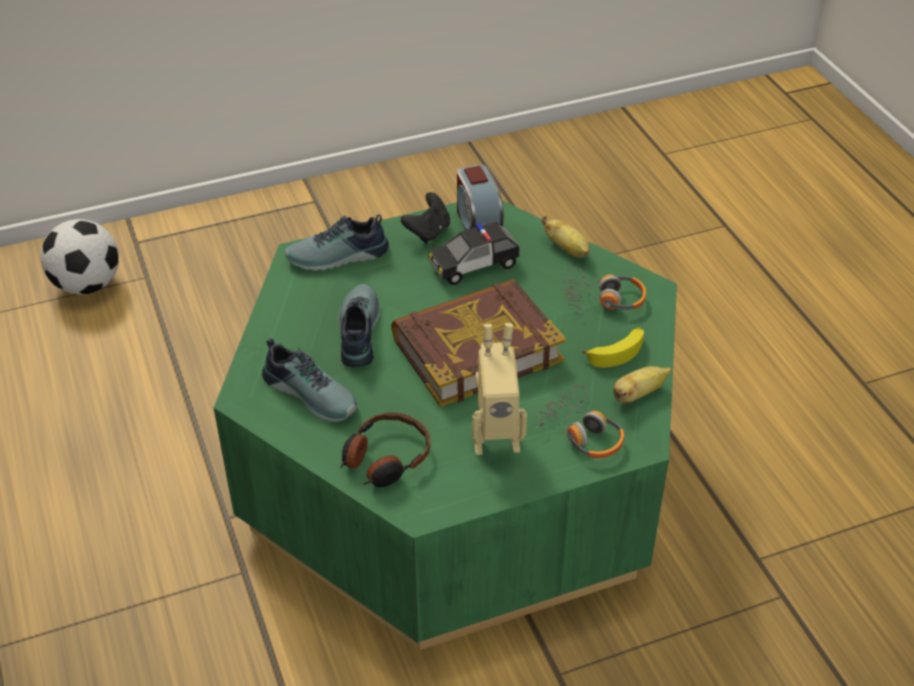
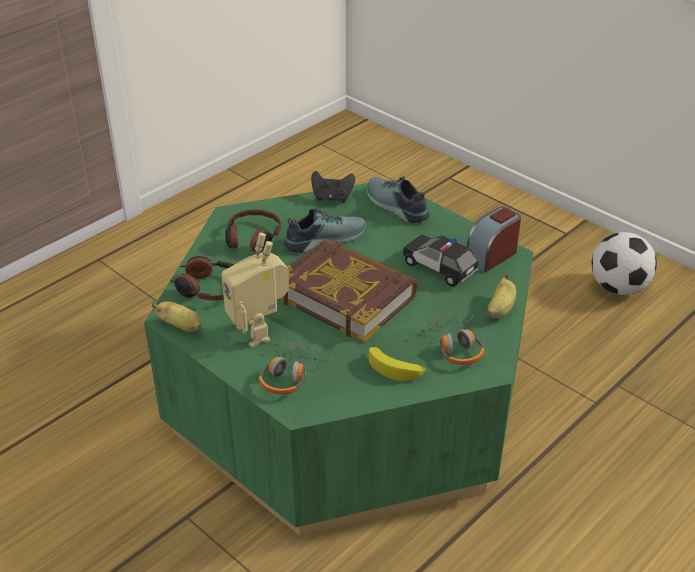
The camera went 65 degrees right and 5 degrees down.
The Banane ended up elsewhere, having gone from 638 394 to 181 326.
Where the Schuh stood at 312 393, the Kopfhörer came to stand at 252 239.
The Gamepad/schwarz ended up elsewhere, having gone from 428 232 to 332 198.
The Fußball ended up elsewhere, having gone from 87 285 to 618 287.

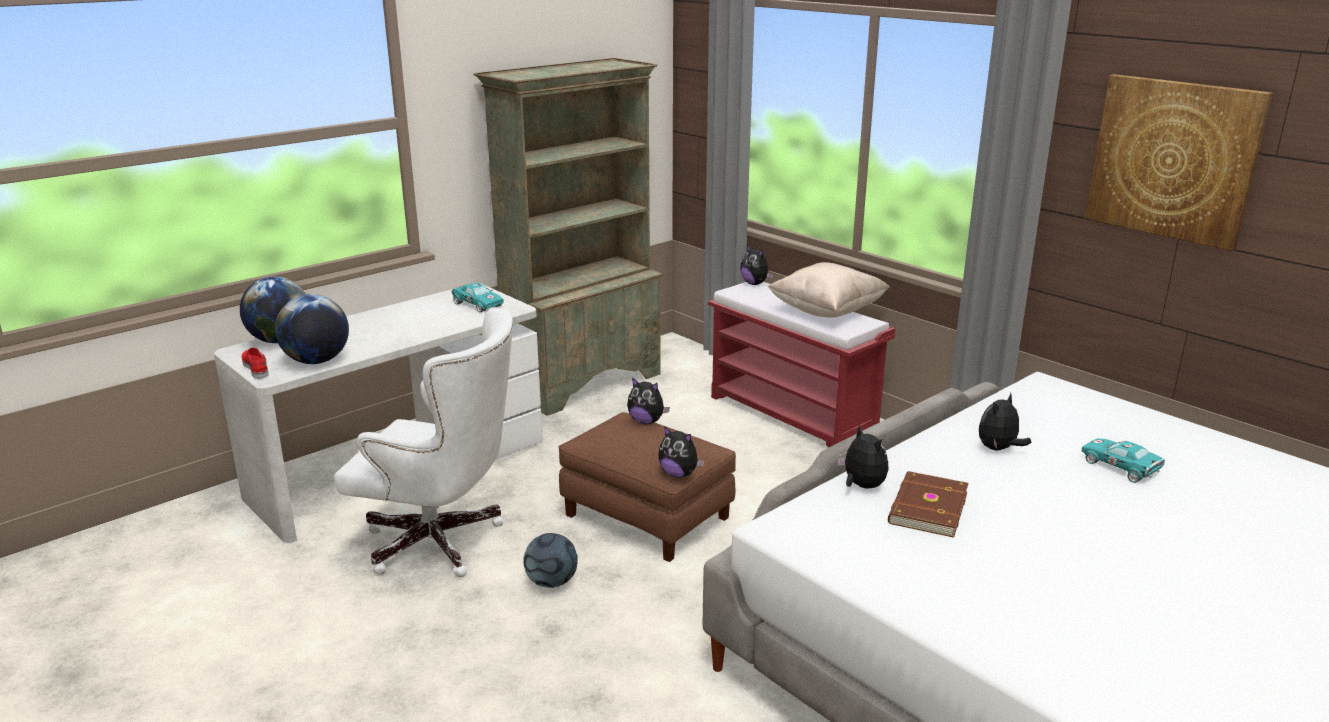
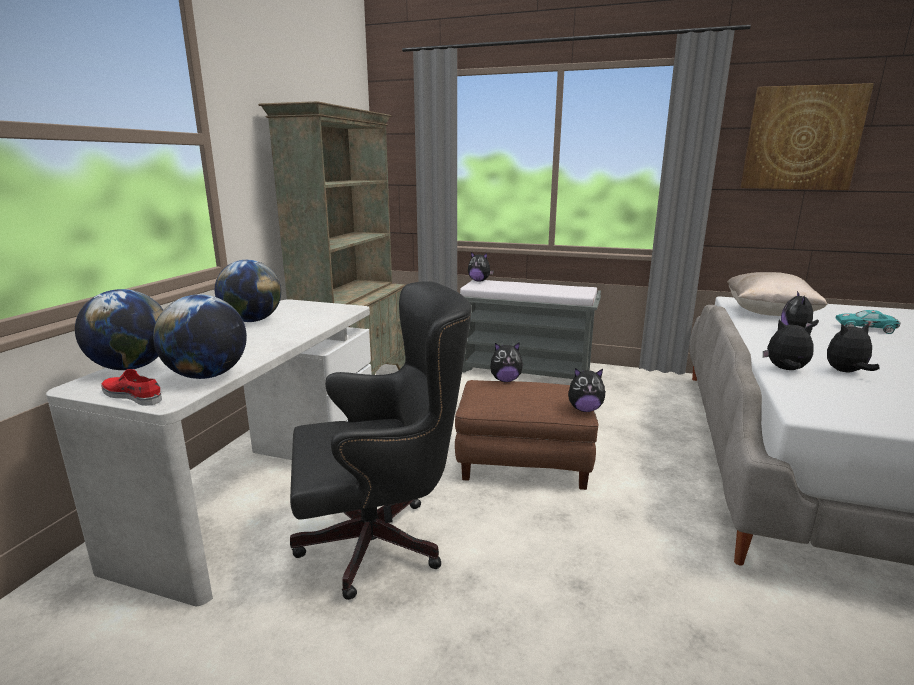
The camera went 30 degrees left and 5 degrees down.
The second view gained the Globus at 252 321.
What was the Bürostuhl/weiß at 442 543 turned into the Bürostuhl/schwarz at 381 542.
What was the Bank/rot at 793 415 turned into the Bank/grau at 526 370.
The Kissen/beige ended up elsewhere, having gone from 827 312 to 769 313.
Where the Buch/braun stood at 926 508, the Plüschtier came to stand at 846 372.
The second view lost the Spielzeugauto/türkis at 477 304.
The second view lost the Fußball at 551 582.

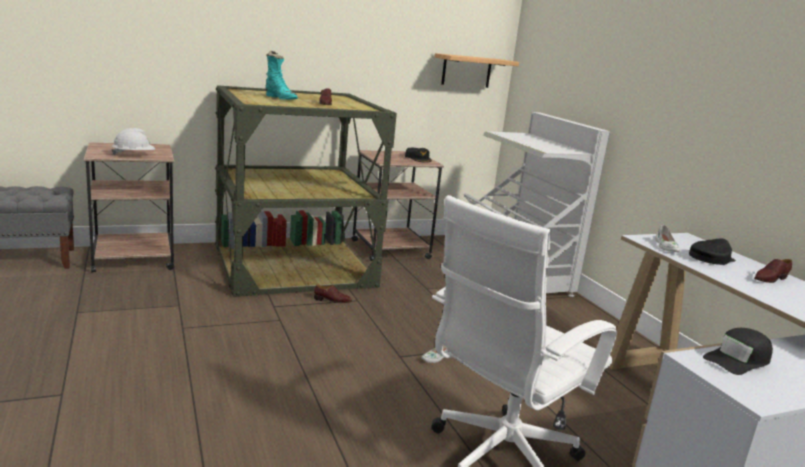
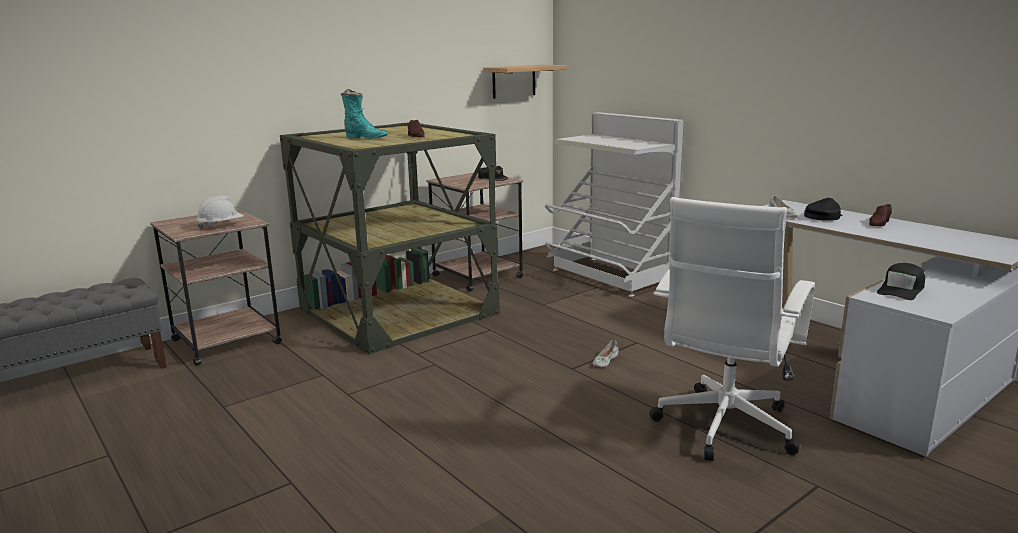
The camera went 15 degrees left and 0 degrees up.
The second view lost the Schuh/braun at 332 300.

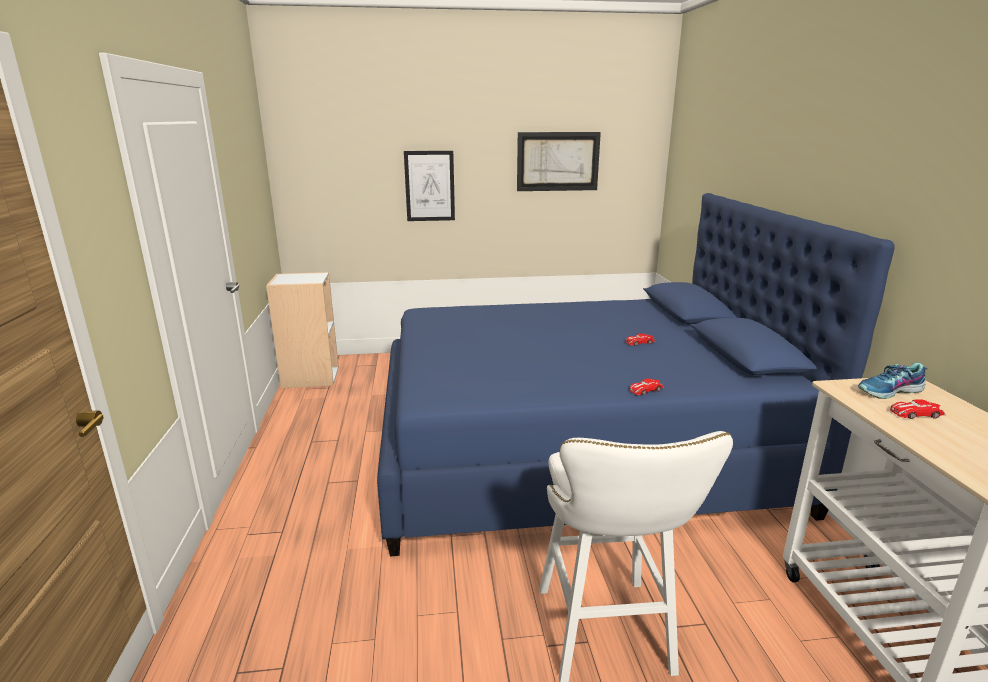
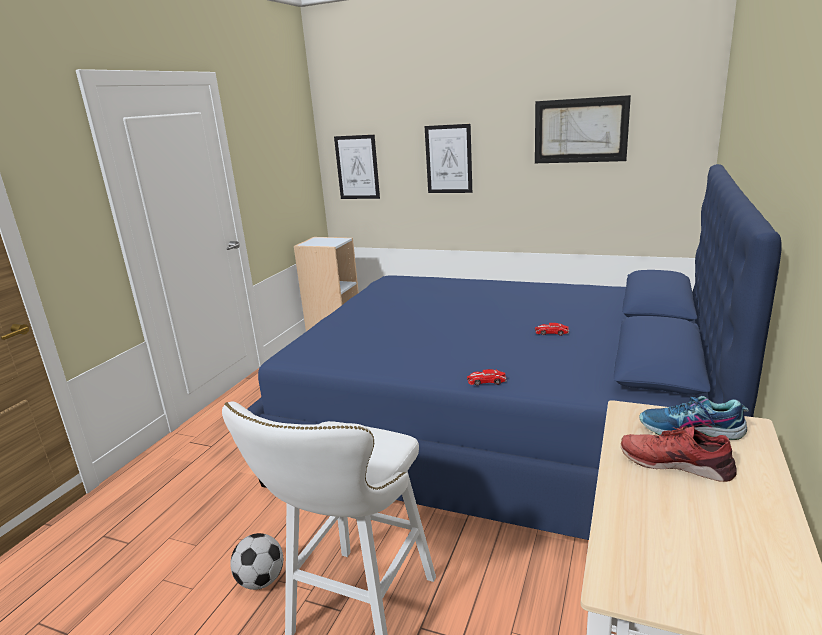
The camera went 30 degrees right and 0 degrees up.
The second view gained the Fußball at 261 581.
The second view gained the Bild at 357 167.
Where the Spielzeugauto stood at 915 413, the Schuh/rot came to stand at 675 463.

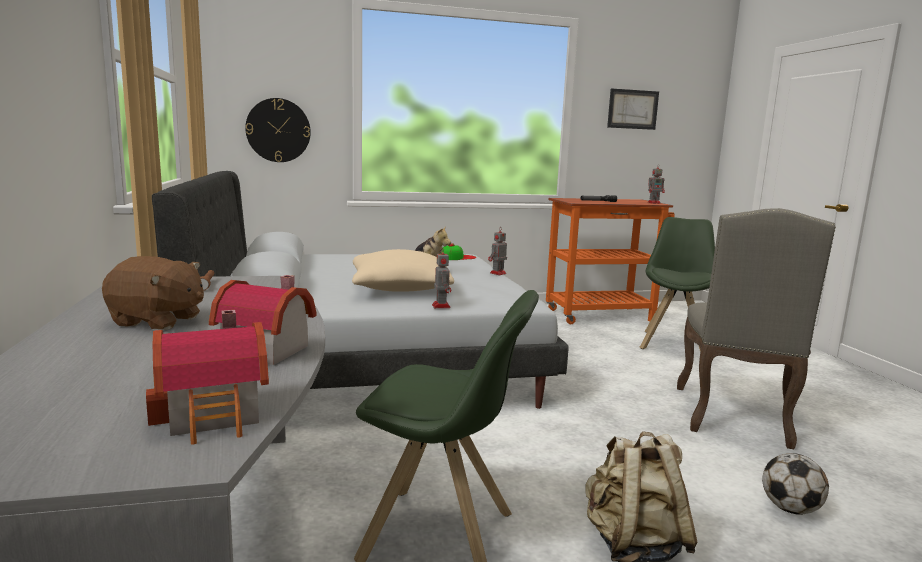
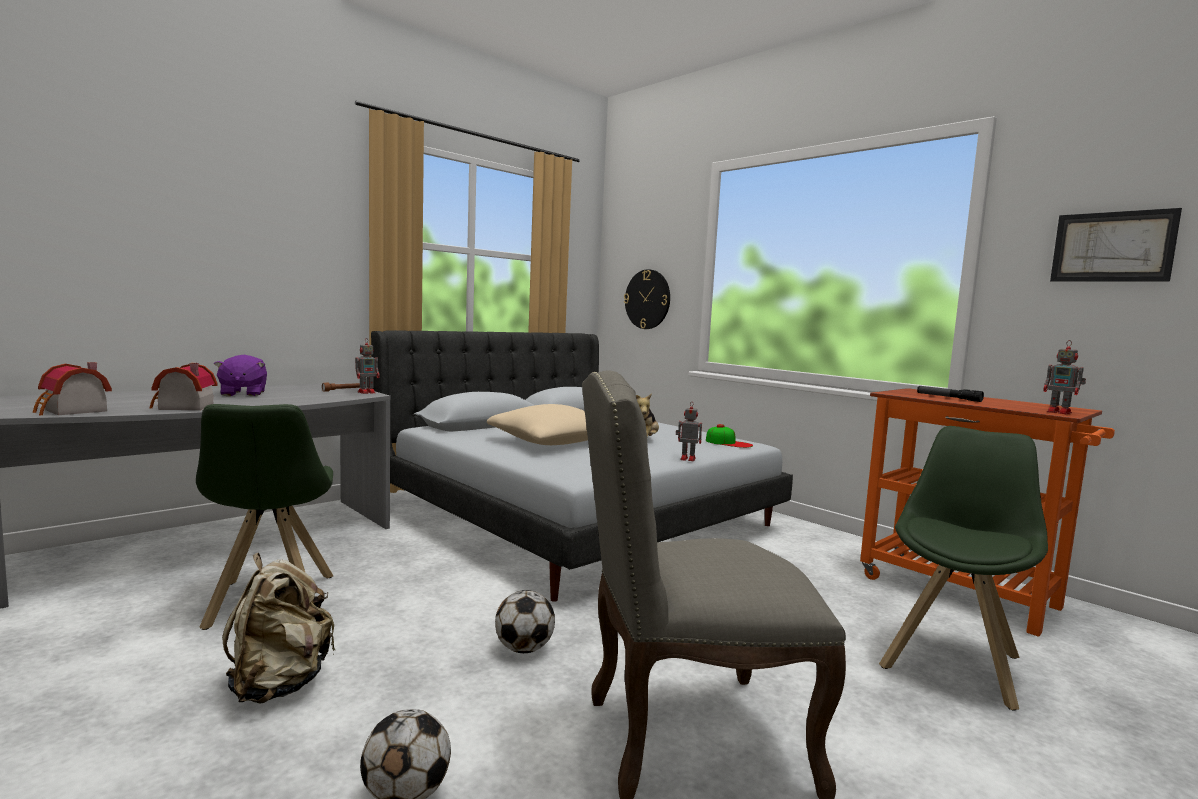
The camera went 60 degrees right and 5 degrees down.
What was the Plüschtier/braun at 157 321 turned into the Plüschtier/lila at 242 394.
The Spielzeugroboter ended up elsewhere, having gone from 441 306 to 367 392.
The second view gained the Fußball at 524 649.
The Stuhl/grün at 673 343 ended up facing another way, 45 degrees counterclockwise from before.

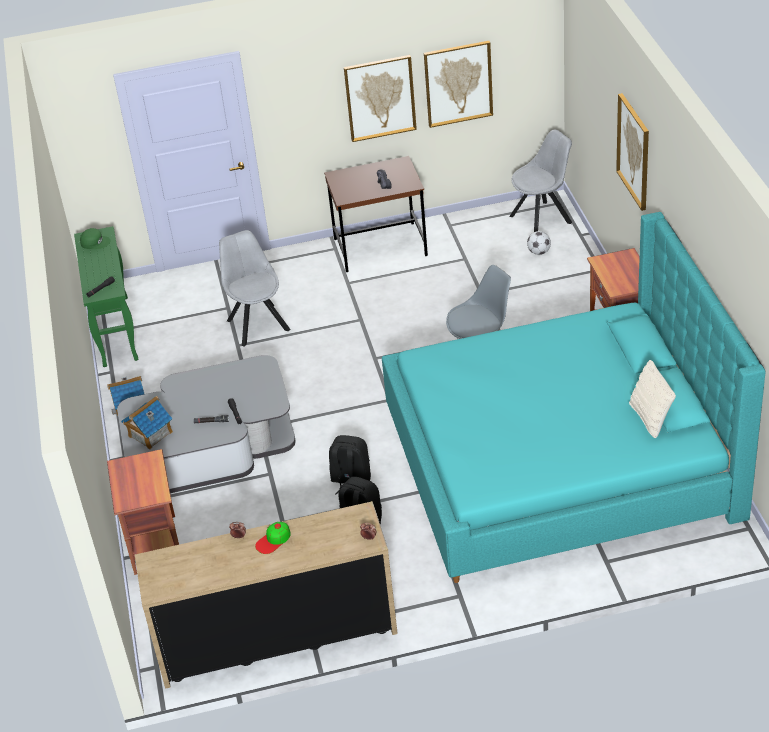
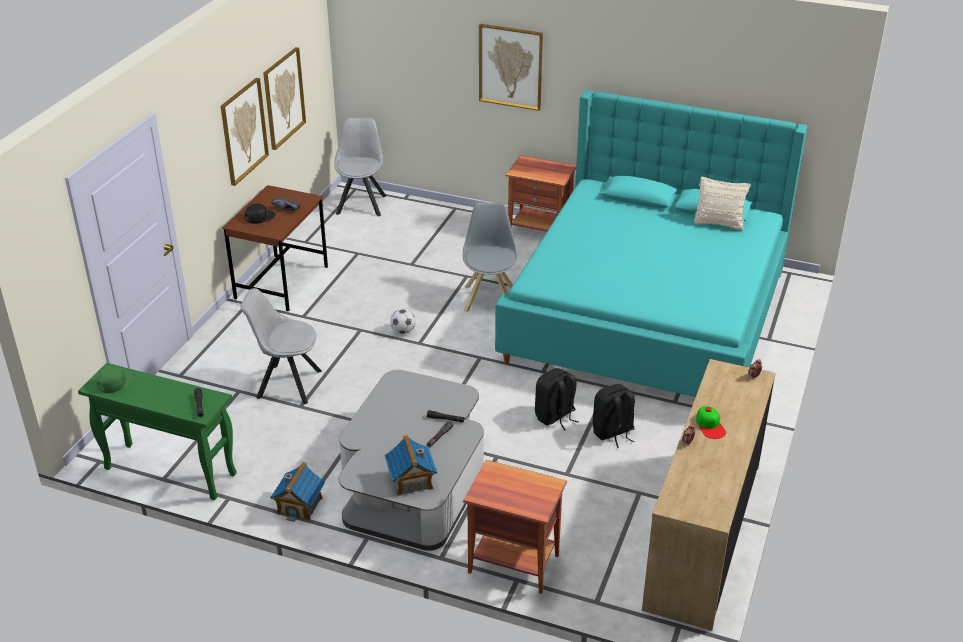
The camera went 60 degrees left and 5 degrees down.
The second view gained the Kappe/schwarz at 259 217.
The Fußball ended up elsewhere, having gone from 539 252 to 403 331.

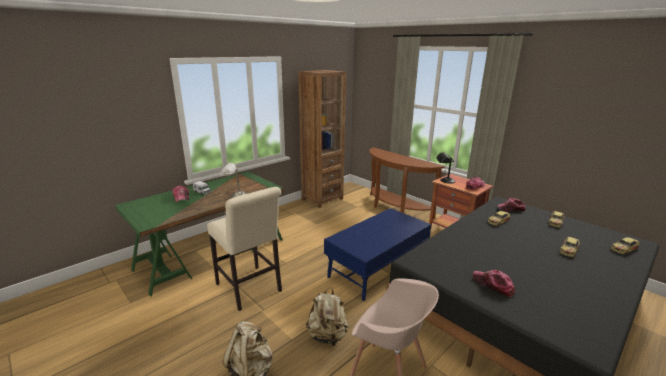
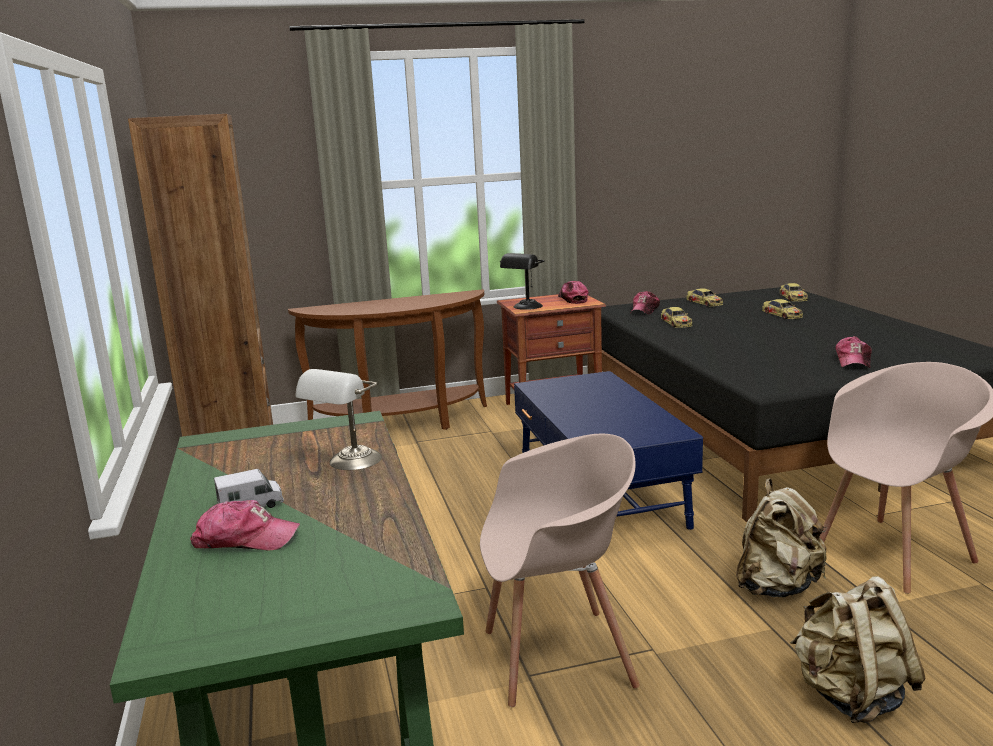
The camera went 60 degrees left and 5 degrees down.
Where the Hocker/beige stood at 250 290, the Stuhl/beige came to stand at 560 657.
The Kappe at 493 285 ended up facing another way, 60 degrees counterclockwise from before.

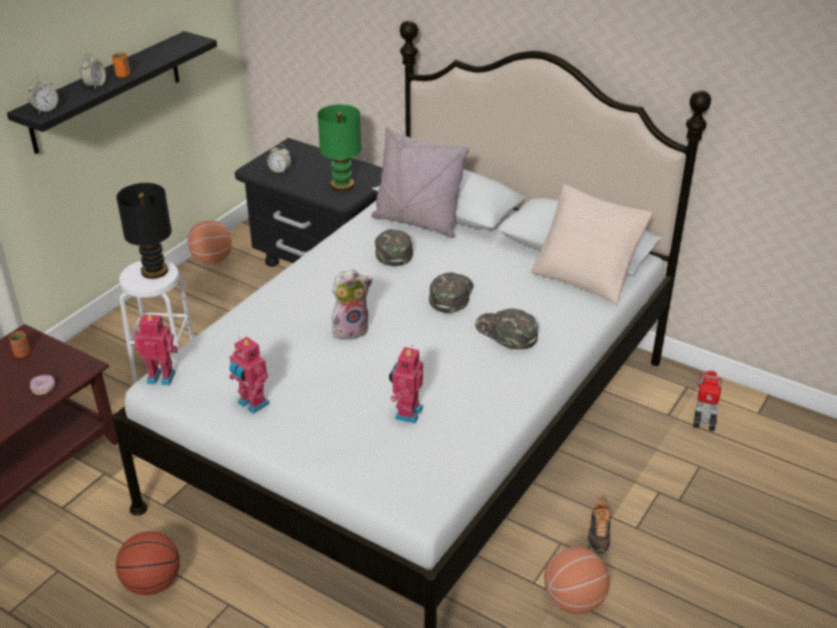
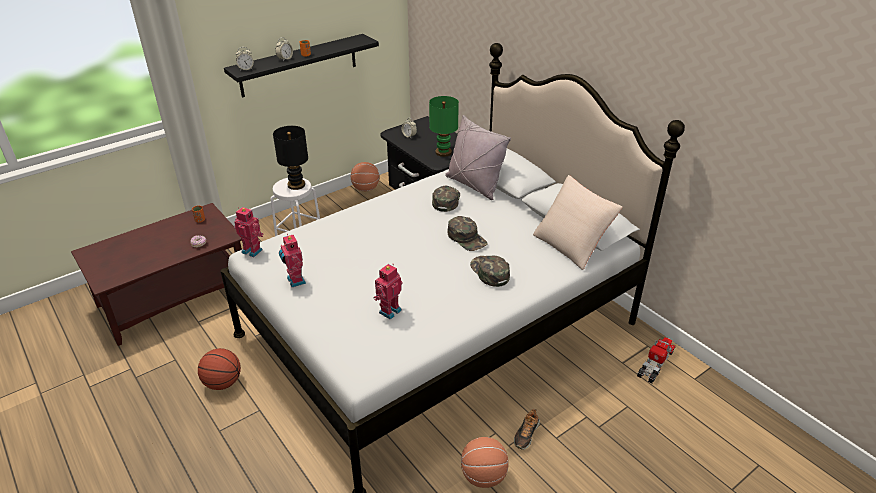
The camera went 20 degrees right and 0 degrees up.
The Kappe/grün at 450 295 ended up facing another way, 105 degrees clockwise from before.
The second view lost the Plüschtier at 351 329.

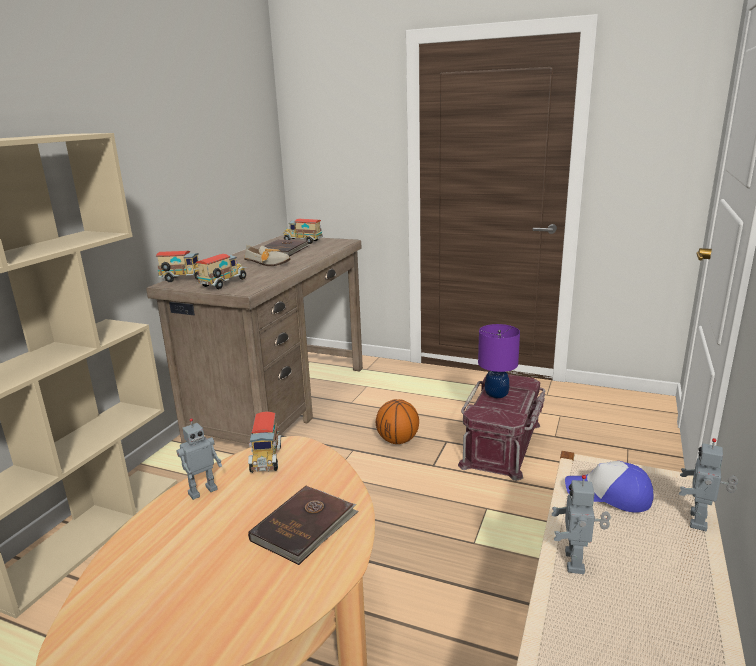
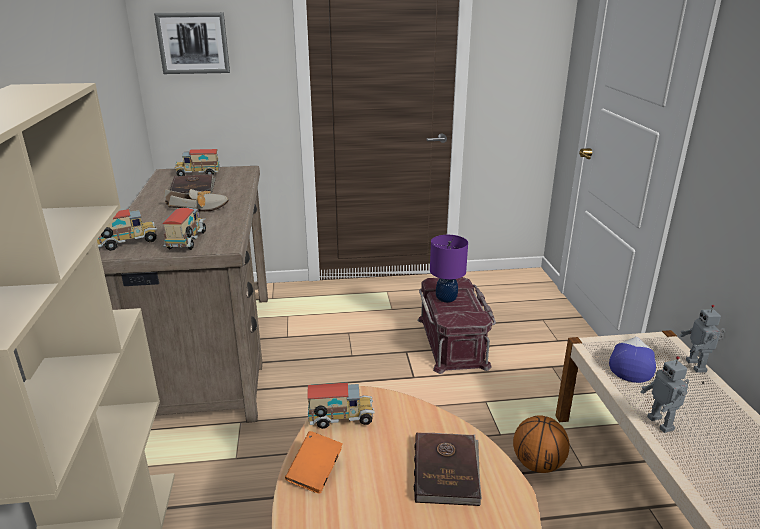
The camera went 30 degrees left and 5 degrees up.
The second view gained the Bild at 193 43.
Where the Spielzeugroboter stood at 202 491, the Buch/orange came to stand at 315 472.
The Spielzeuglaster at 265 459 ended up facing another way, 60 degrees counterclockwise from before.
The Basketball ended up elsewhere, having gone from 397 440 to 537 464.
The Kappe at 608 495 ended up facing another way, 120 degrees clockwise from before.

